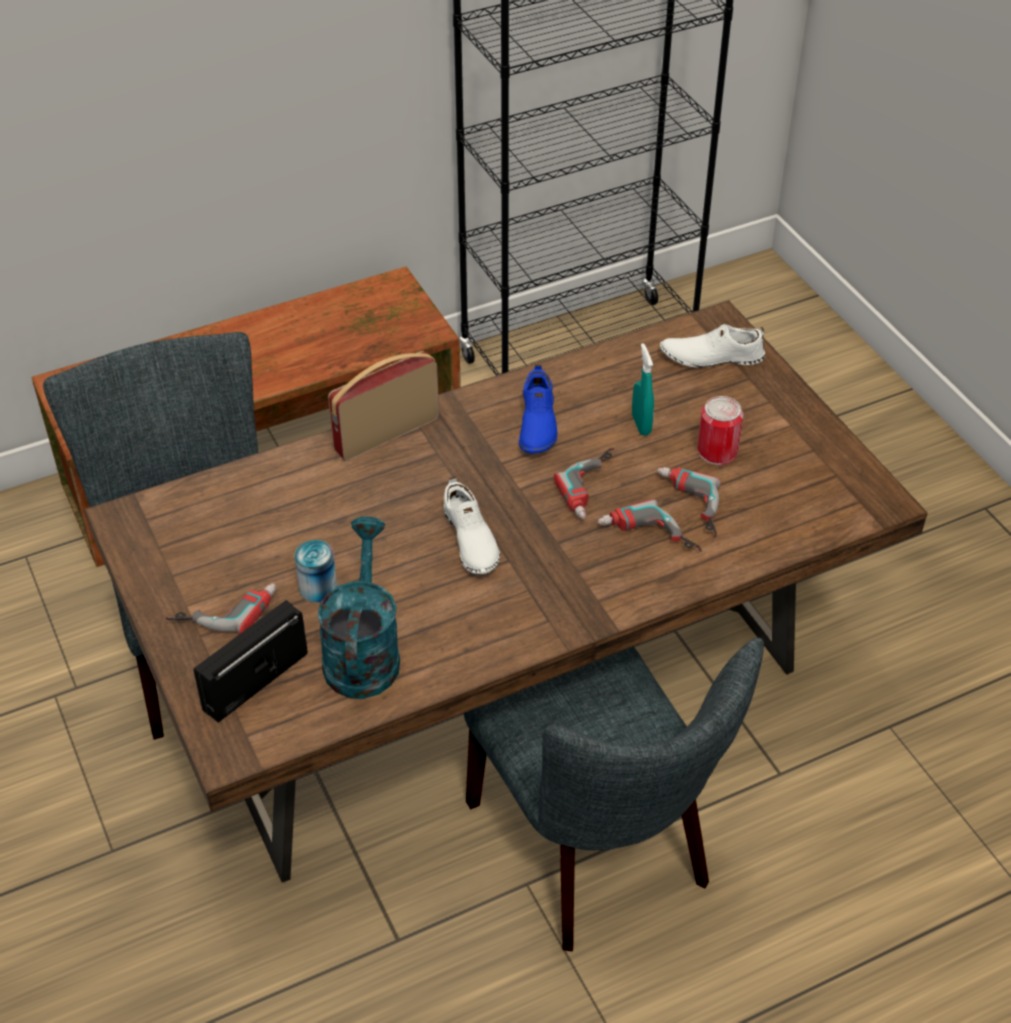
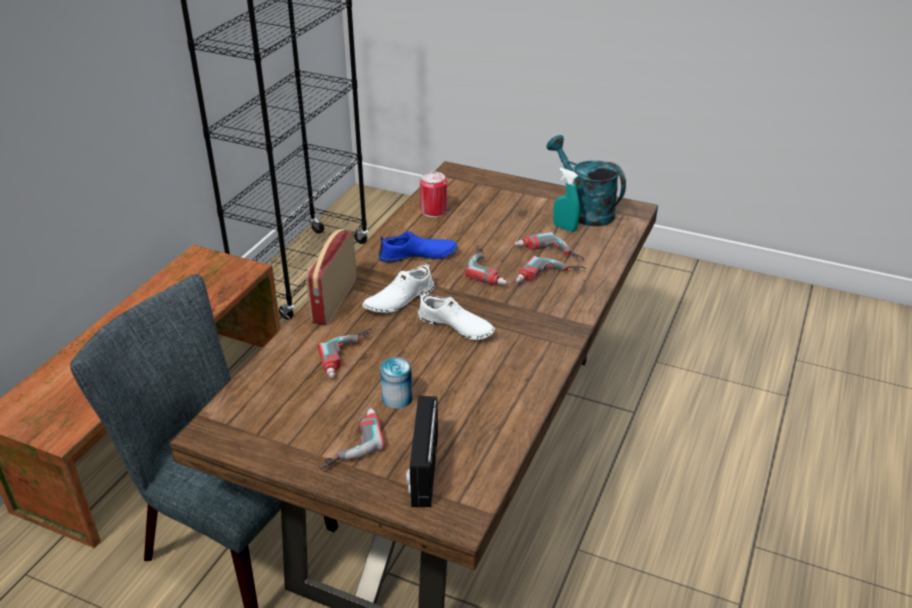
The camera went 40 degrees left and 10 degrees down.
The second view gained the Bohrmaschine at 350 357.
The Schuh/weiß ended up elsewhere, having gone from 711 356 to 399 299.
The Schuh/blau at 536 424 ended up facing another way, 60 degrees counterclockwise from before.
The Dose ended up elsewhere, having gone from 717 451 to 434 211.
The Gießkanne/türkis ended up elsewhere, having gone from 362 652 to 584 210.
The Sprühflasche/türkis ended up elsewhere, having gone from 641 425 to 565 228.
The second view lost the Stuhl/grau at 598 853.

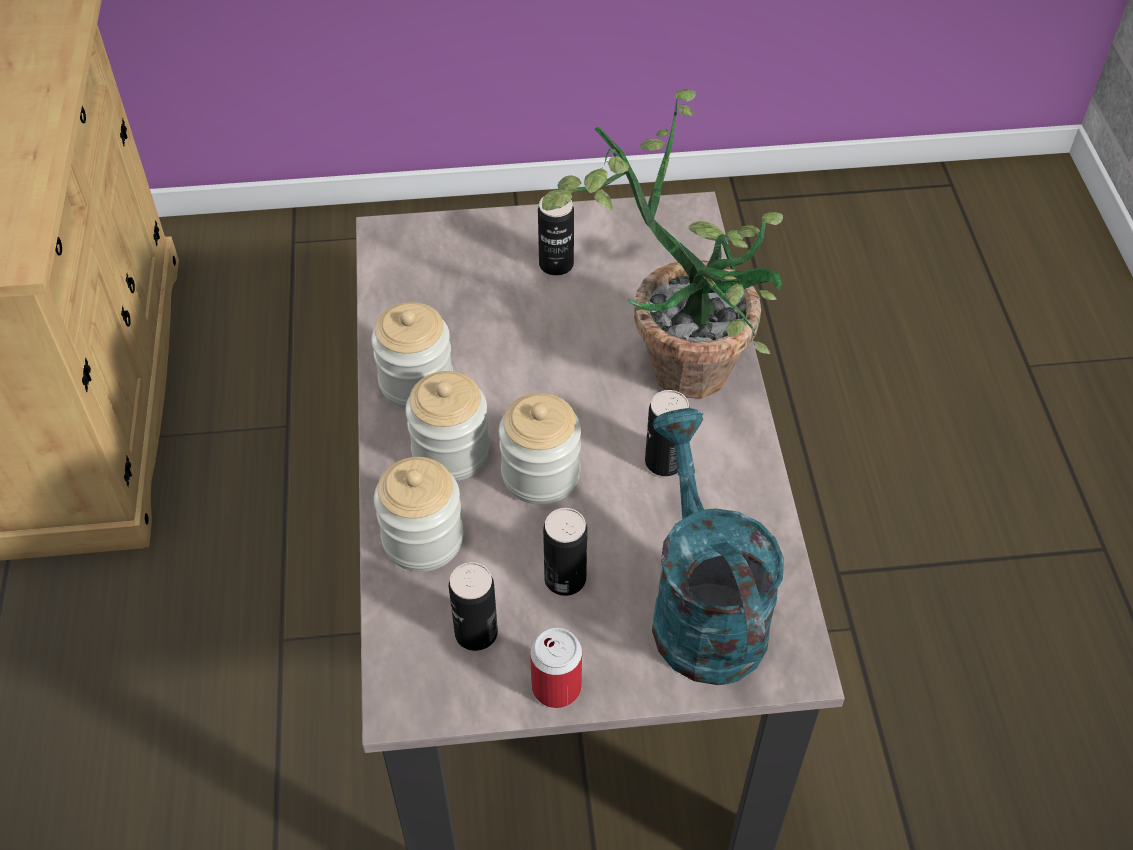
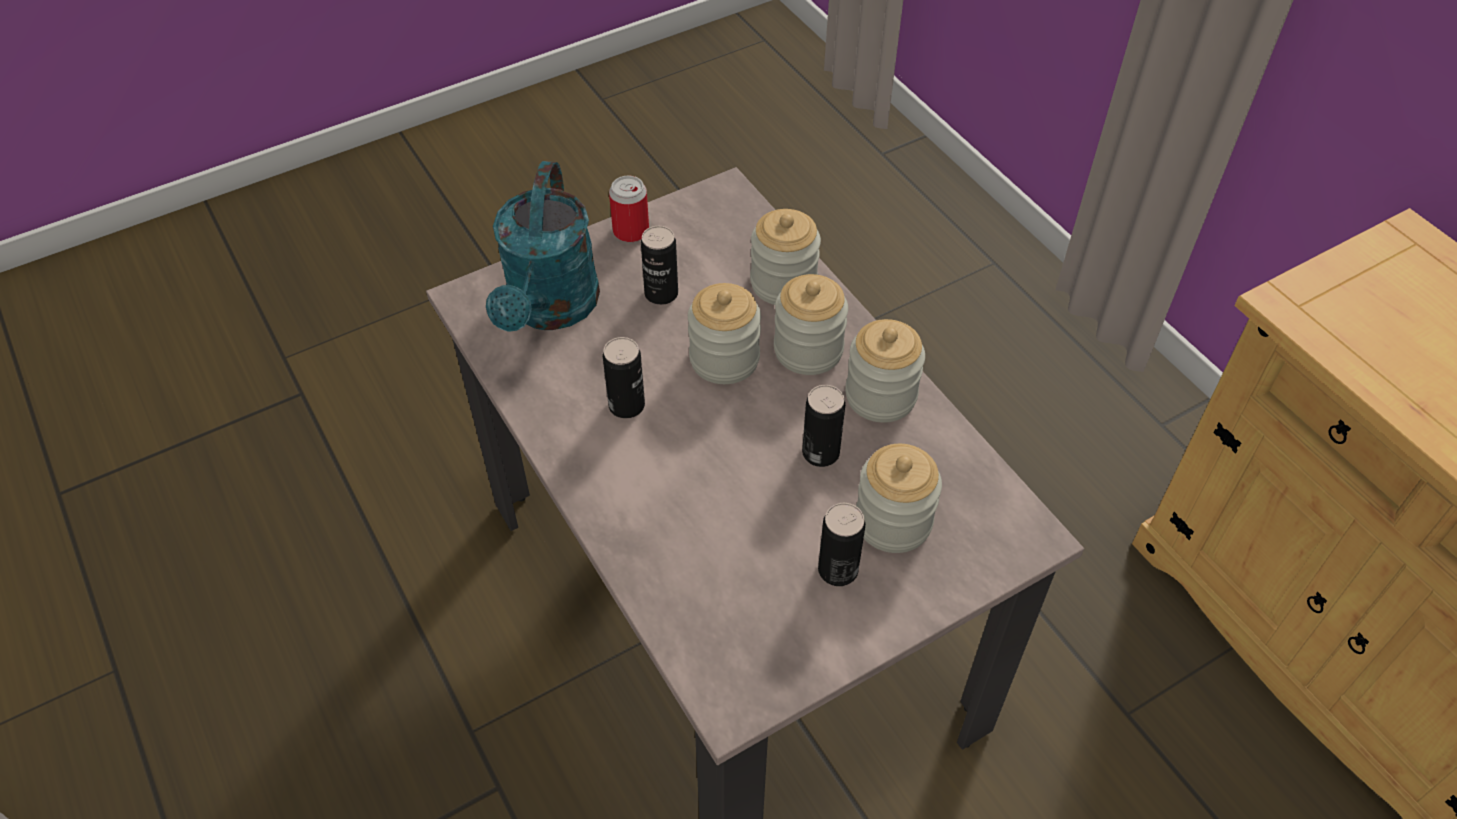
The camera went 155 degrees right and 0 degrees up.
The Gießkanne/türkis at 701 607 ended up facing another way, 45 degrees clockwise from before.
The Dose ended up elsewhere, having gone from 476 633 to 820 453.
The second view gained the Vorratsglas at 893 521.
The second view lost the Topfpflanze at 678 354.

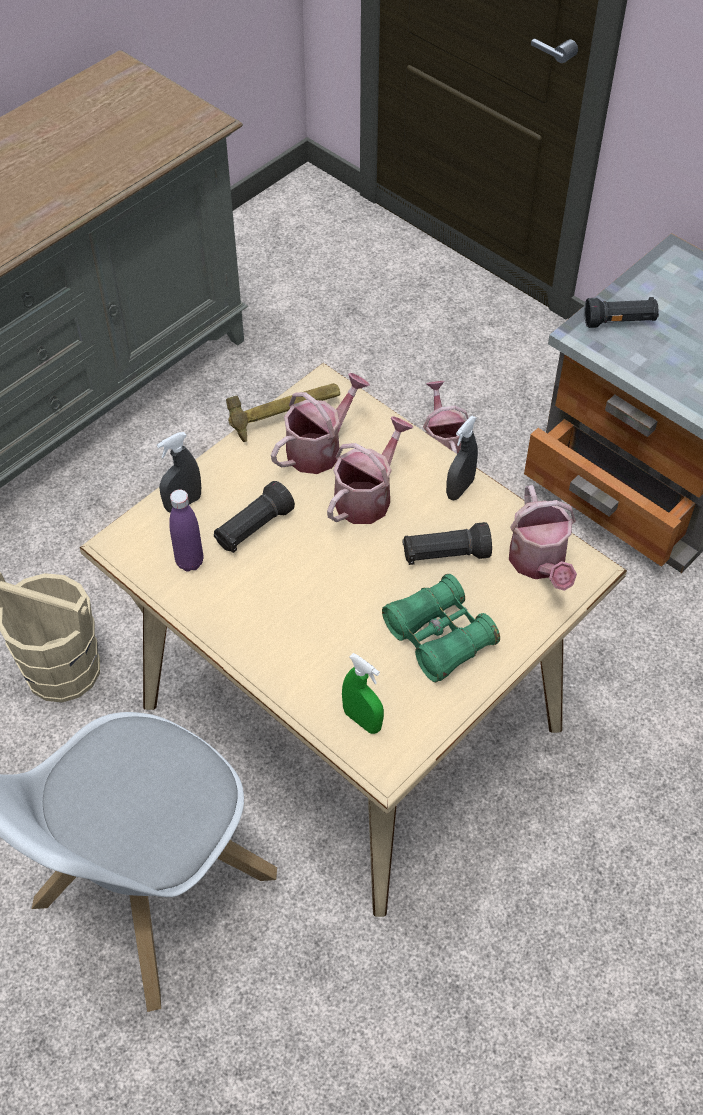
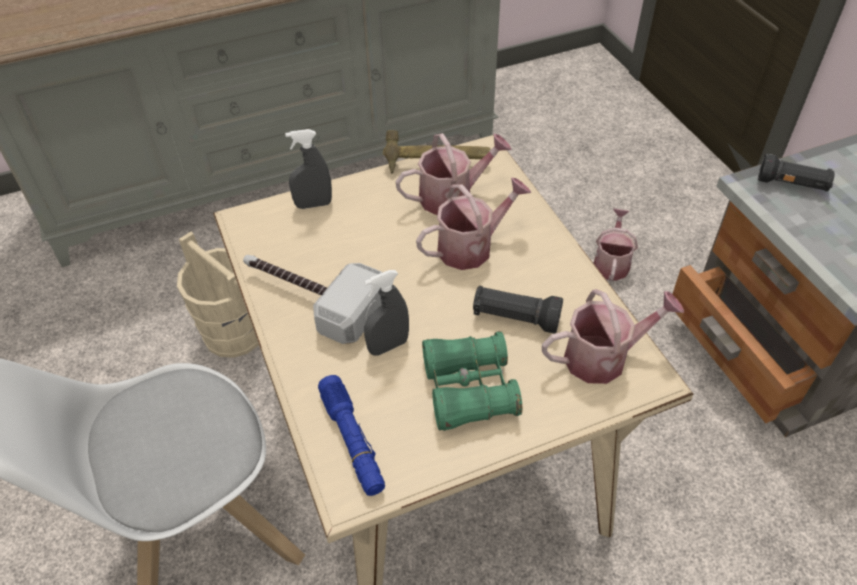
The camera went 25 degrees right and 5 degrees down.
The second view gained the Hammer at 309 296.
Where the Sprühflasche/grün stood at 362 720, the Taschenlampe/blau came to stand at 352 440.
The Sprühflasche/grau ended up elsewhere, having gone from 460 489 to 388 346.
The Gießkanne at 539 563 ended up facing another way, 120 degrees counterclockwise from before.
The second view lost the Flasche/lila at 189 562.
The second view lost the Taschenlampe/schwarz at 253 528.

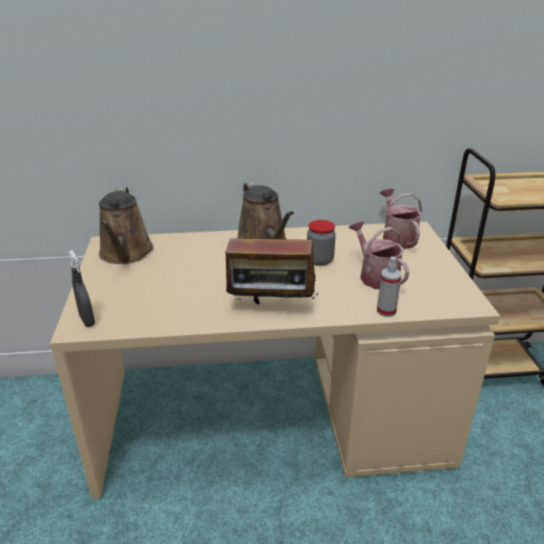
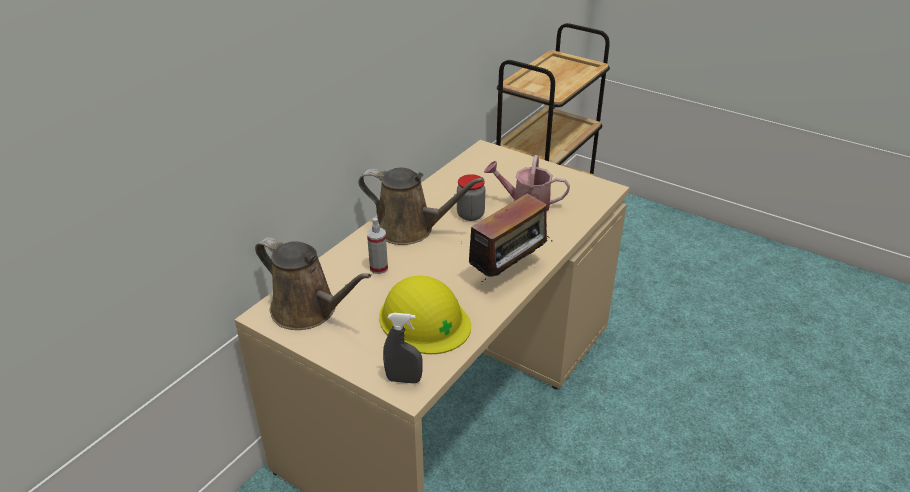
The camera went 50 degrees left and 5 degrees up.
The Sprühflasche ended up elsewhere, having gone from 386 311 to 378 268.
The second view gained the Schutzhelm/gelb at 424 320.
The second view lost the Gießkanne at 397 238.

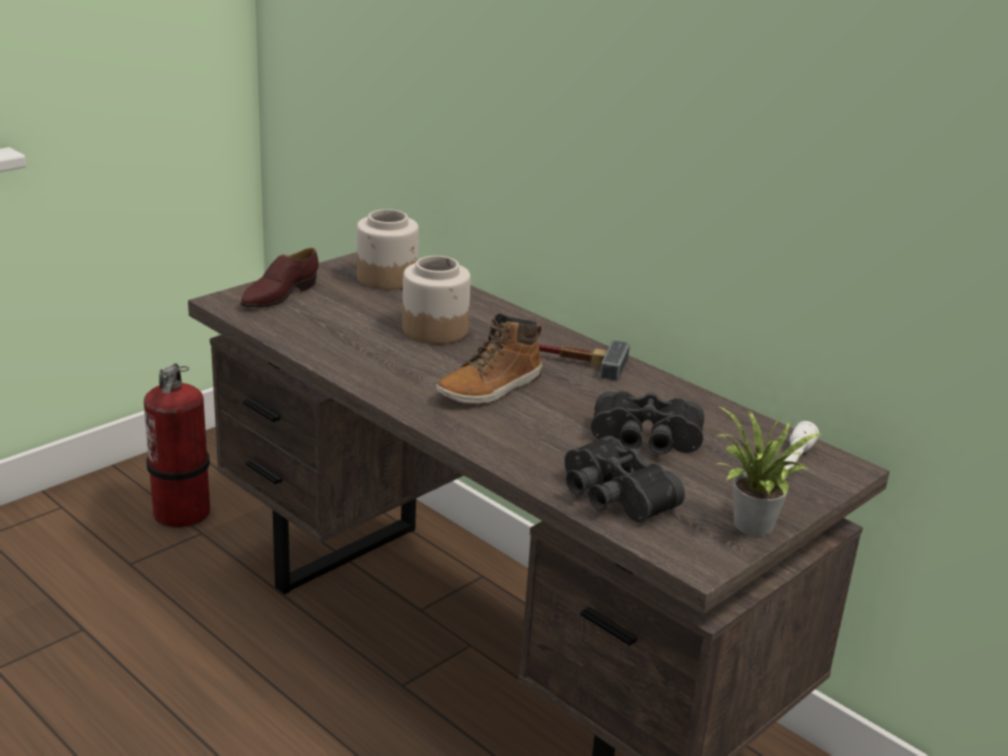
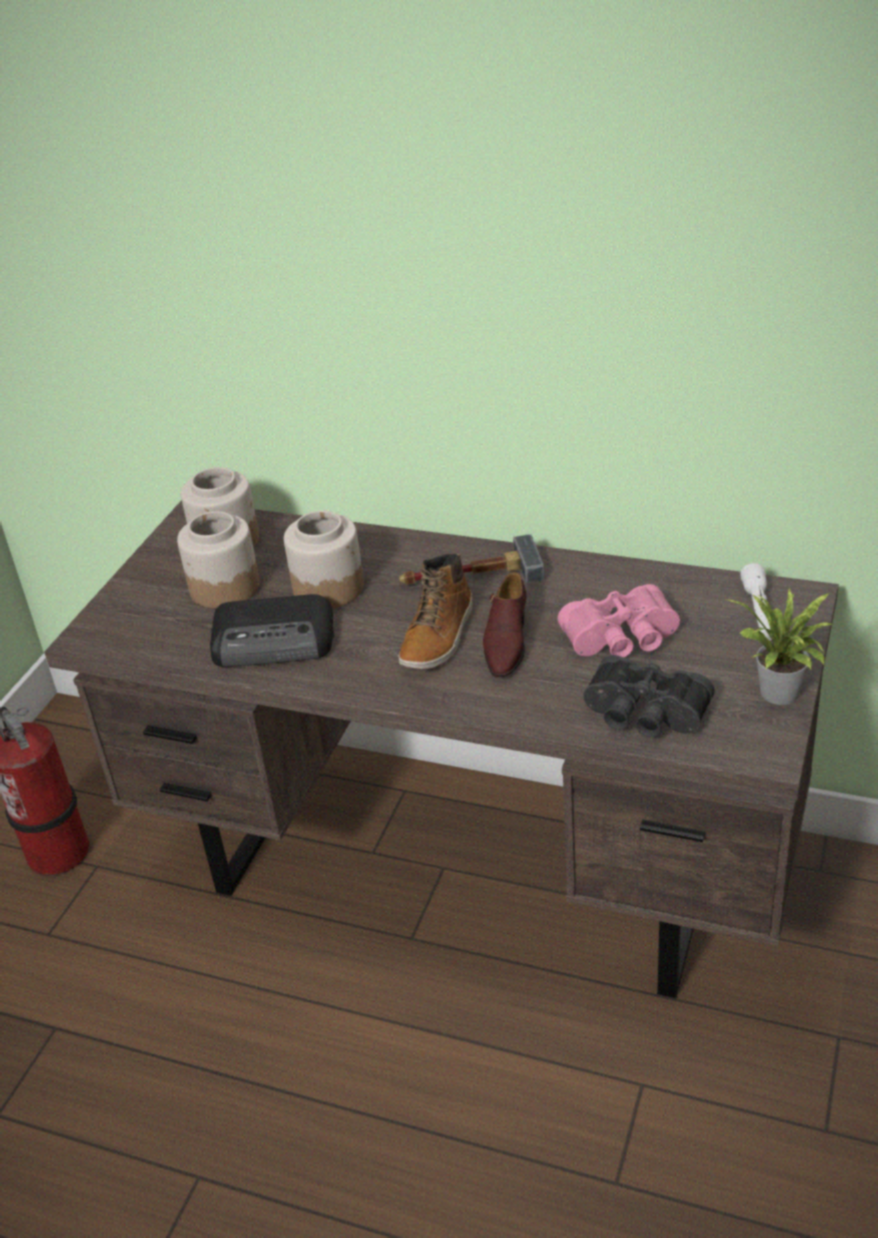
The camera went 20 degrees left and 10 degrees up.
The second view gained the Vorratsglas at 224 587.
The second view gained the Radio at 275 641.
The Schuh/braun ended up elsewhere, having gone from 279 295 to 506 643.
What was the Fernglas/schwarz at 645 442 turned into the Fernglas/rosa at 622 640.

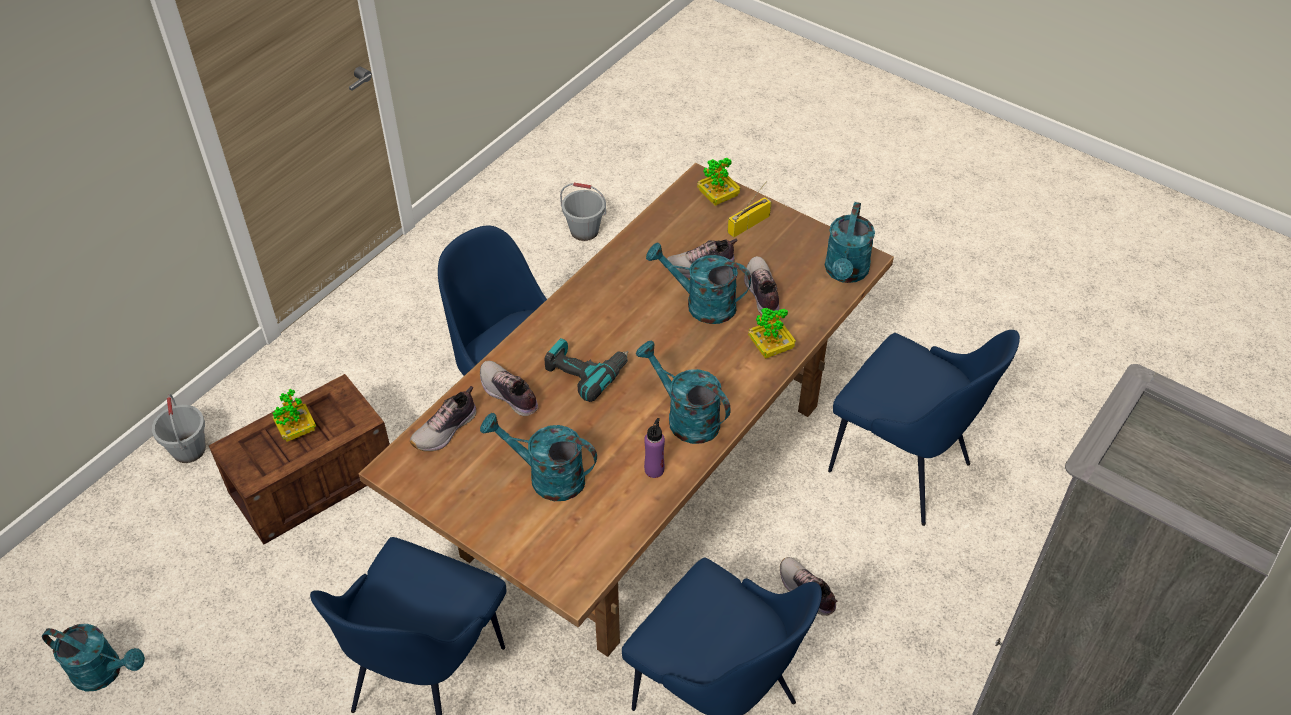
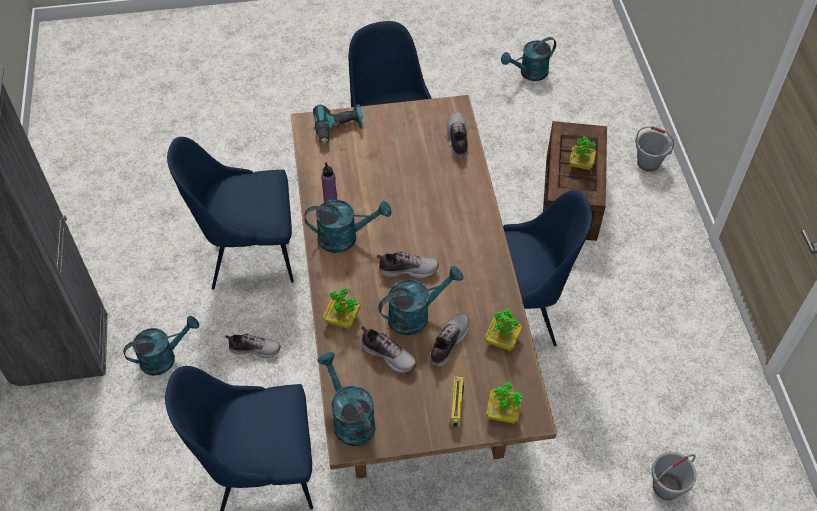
The camera went 135 degrees right and 5 degrees up.
The Gießkanne/türkis ended up elsewhere, having gone from 547 477 to 164 357.
The Bohrmaschine ended up elsewhere, having gone from 586 372 to 339 129.
The Schuh ended up elsewhere, having gone from 508 395 to 407 269.
The second view gained the Topfpflanze at 502 339.

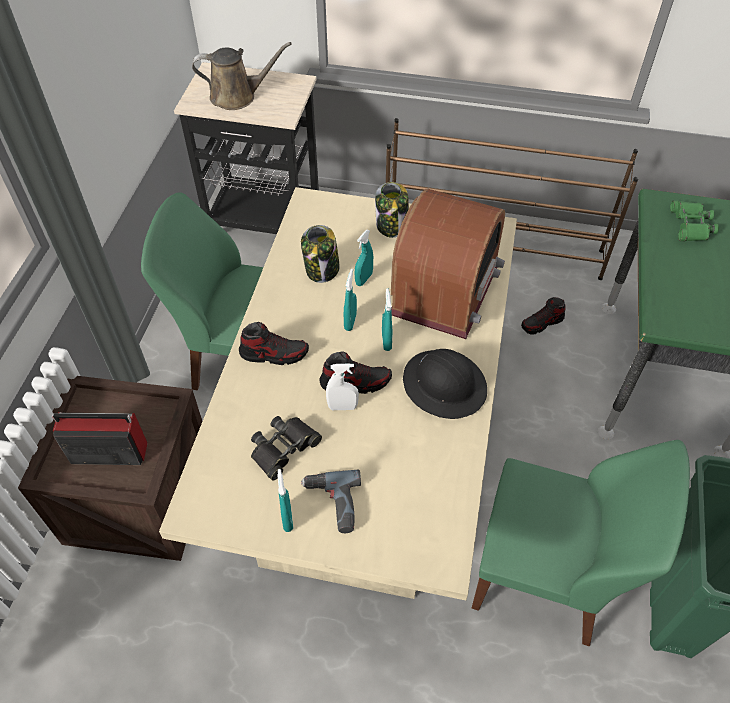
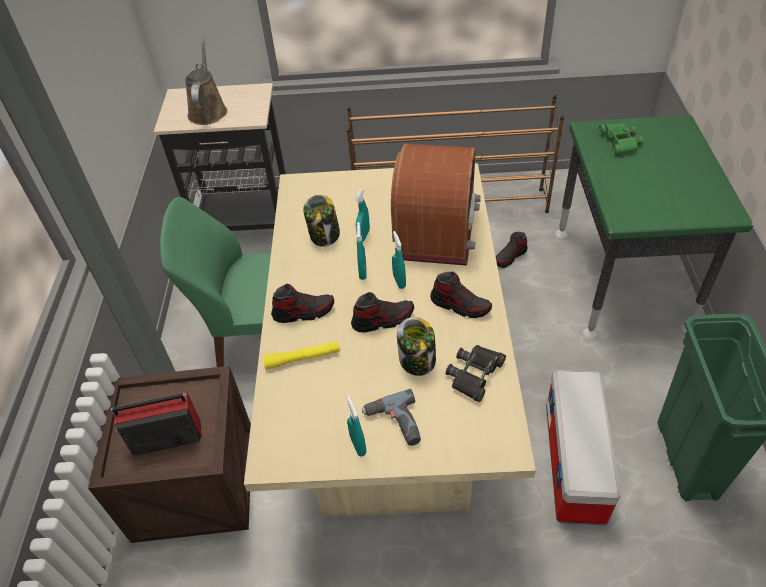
The camera went 10 degrees left and 5 degrees down.
The Gießkanne/braun at 237 96 ended up facing another way, 75 degrees counterclockwise from before.
The second view gained the Taschenlampe/gelb at 302 358.
The Vorratsglas ended up elsewhere, having gone from 392 226 to 417 360.
Where the Schutzhelm/schwarz stood at 444 384, the Schuh came to stand at 460 305.
The Fernglas/schwarz ended up elsewhere, having gone from 283 448 to 475 374.
Where the Stuhl/grün stood at 544 576, the Aufbewahrungsbox came to stand at 575 463.
The second view lost the Sprühflasche/weiß at 342 407.

